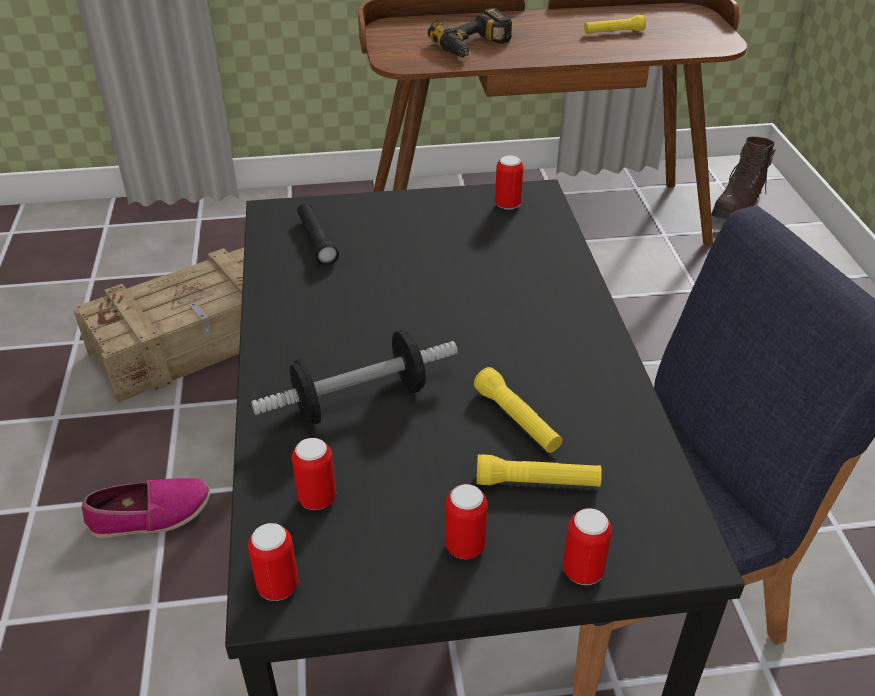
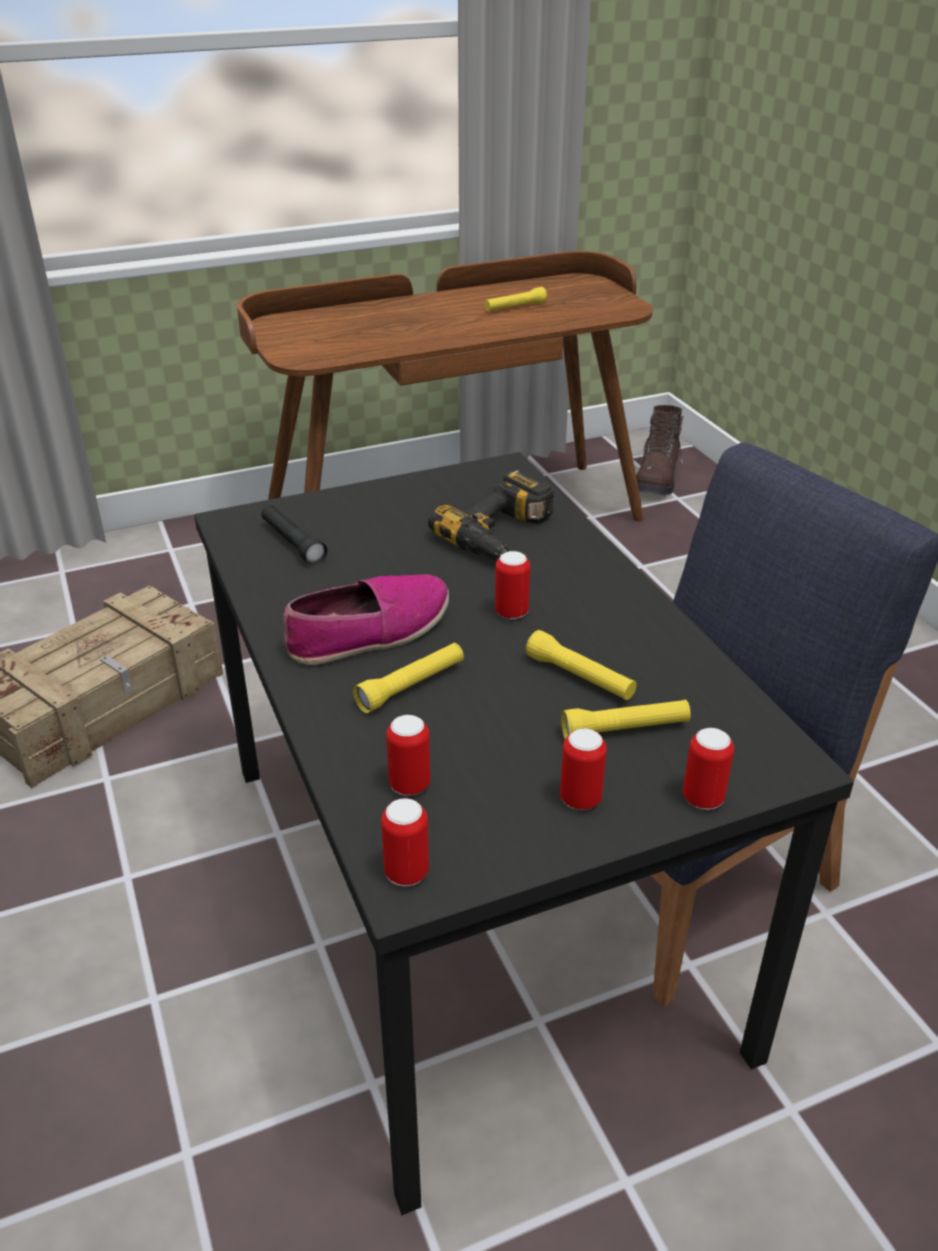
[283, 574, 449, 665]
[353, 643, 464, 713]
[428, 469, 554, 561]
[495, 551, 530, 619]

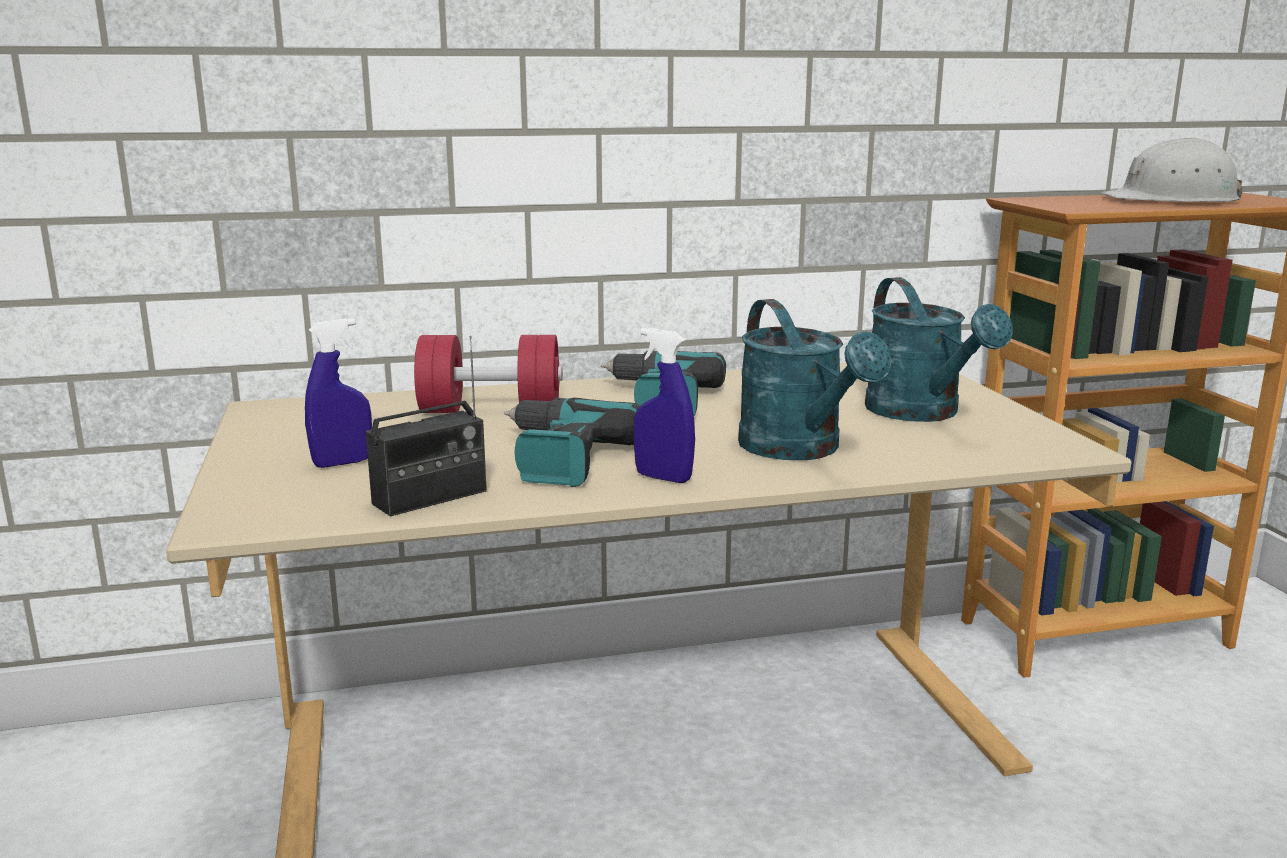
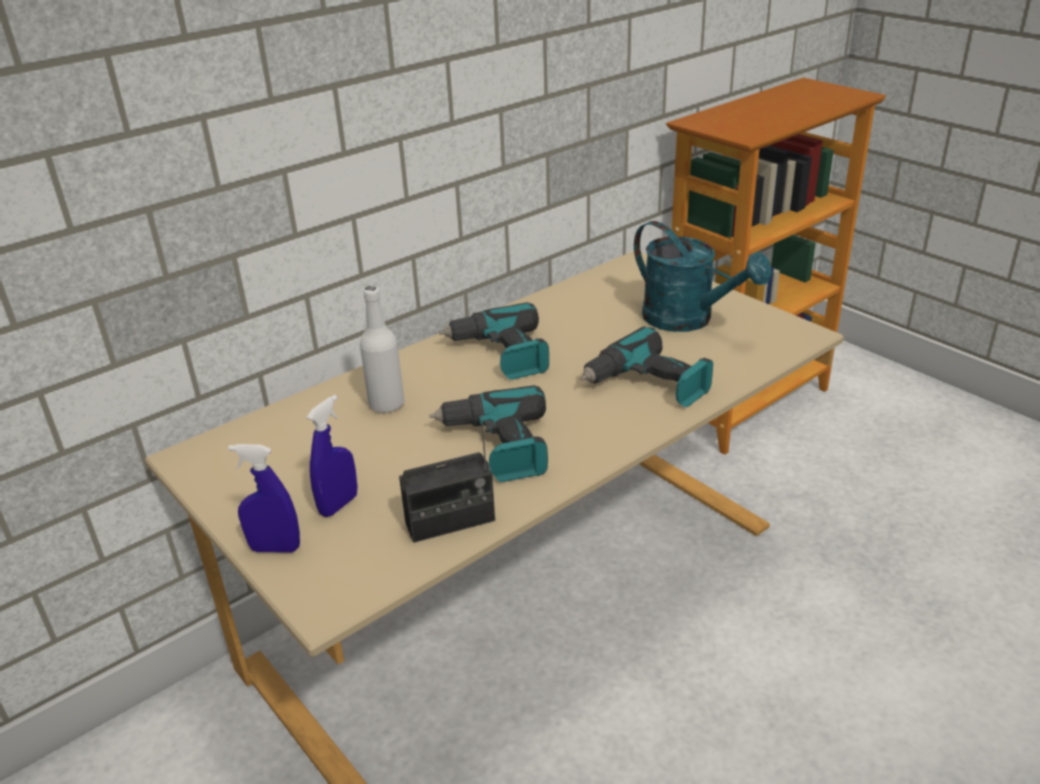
[228, 444, 300, 553]
[360, 286, 404, 413]
[399, 414, 495, 543]
[580, 327, 713, 408]
[1101, 138, 1242, 202] (first image)

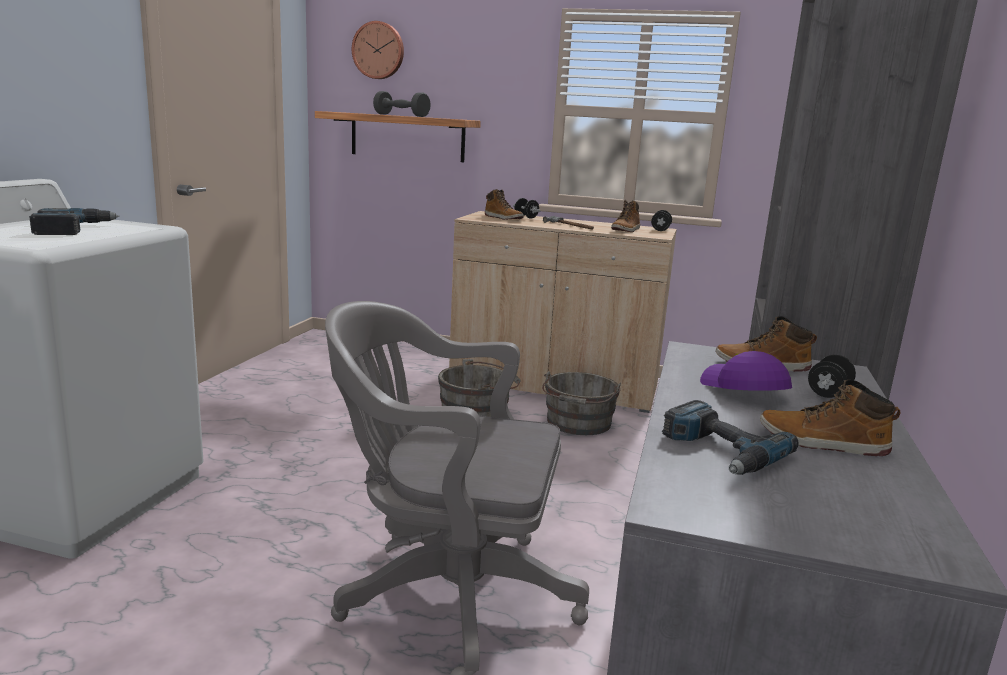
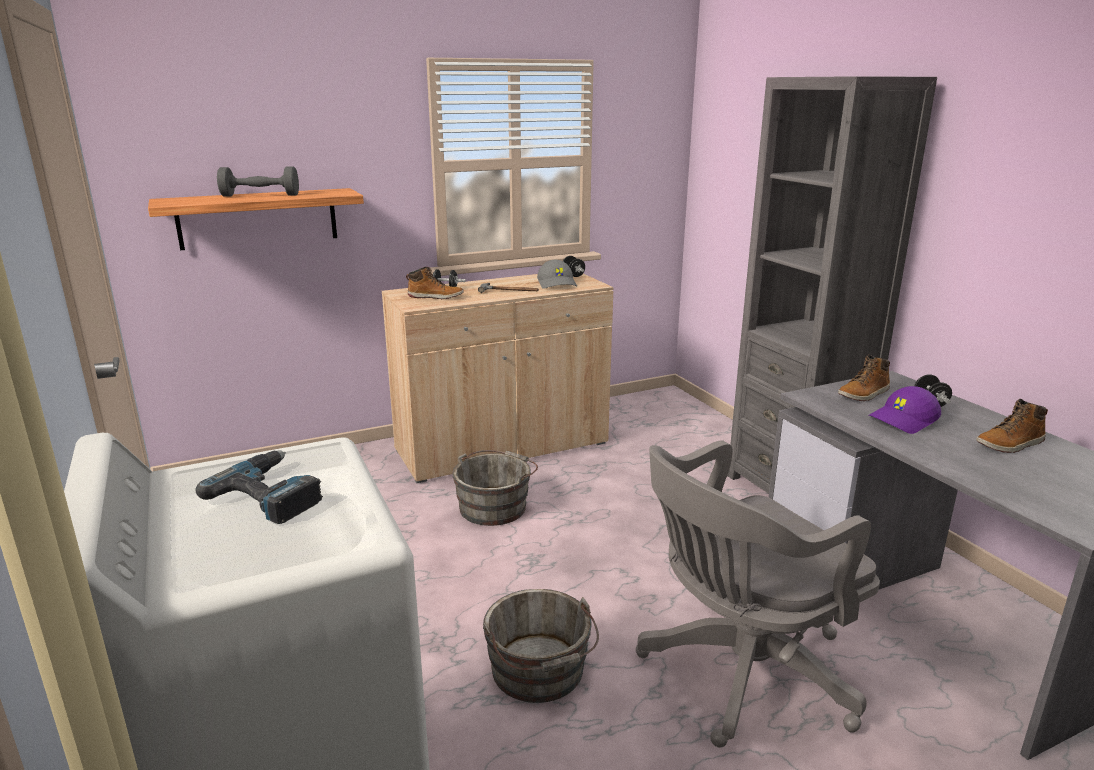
[483, 589, 599, 703]
[537, 260, 577, 289]
[869, 386, 941, 434]
[352, 21, 404, 79] (first image)
[662, 400, 798, 475] (first image)

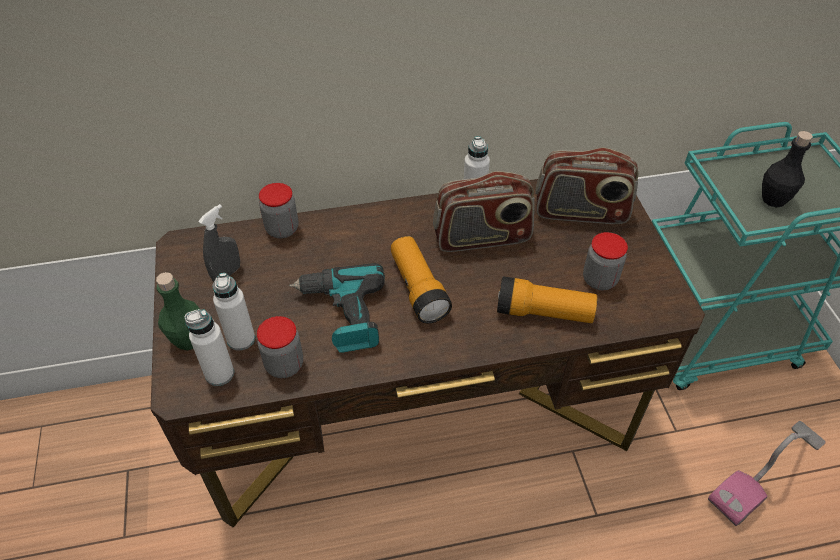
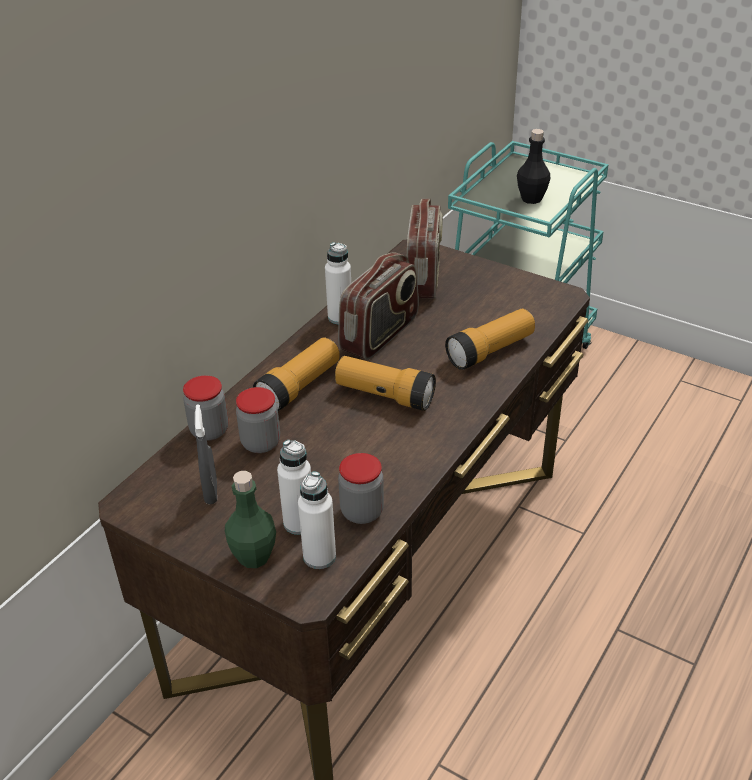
[236, 387, 280, 453]
[253, 337, 340, 412]
[407, 199, 443, 299]
[290, 263, 385, 353] (first image)
[708, 421, 826, 526] (first image)

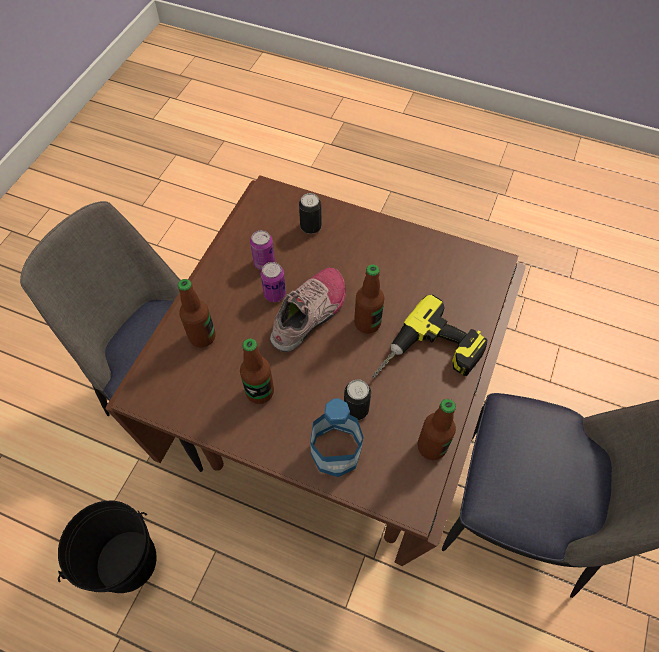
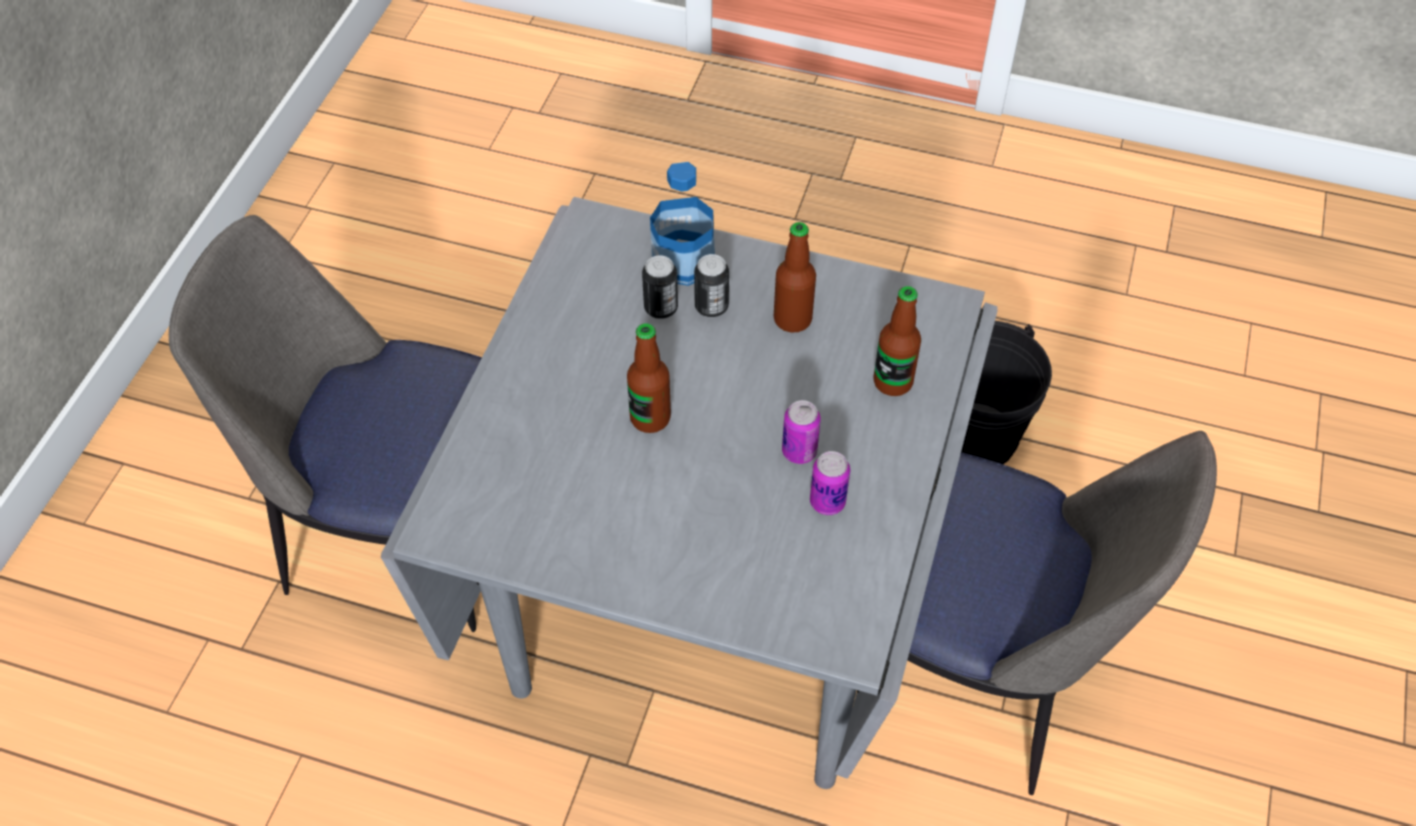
[381, 197, 998, 789]
[694, 254, 729, 318]
[270, 268, 345, 352] (first image)
[372, 295, 488, 378] (first image)
[417, 399, 456, 460] (first image)

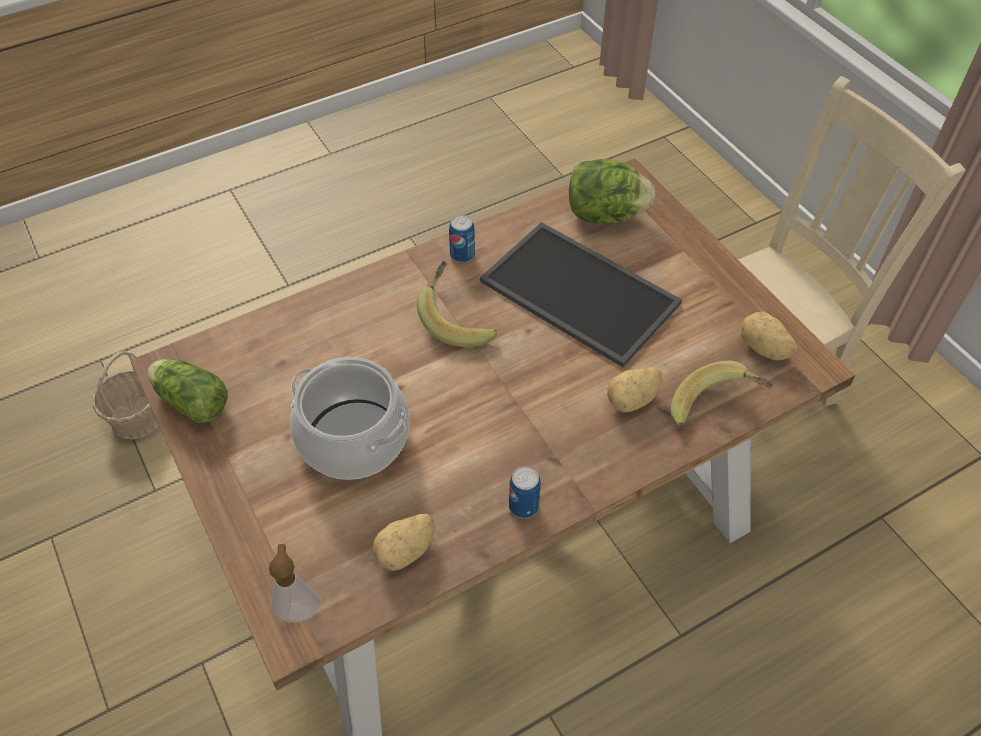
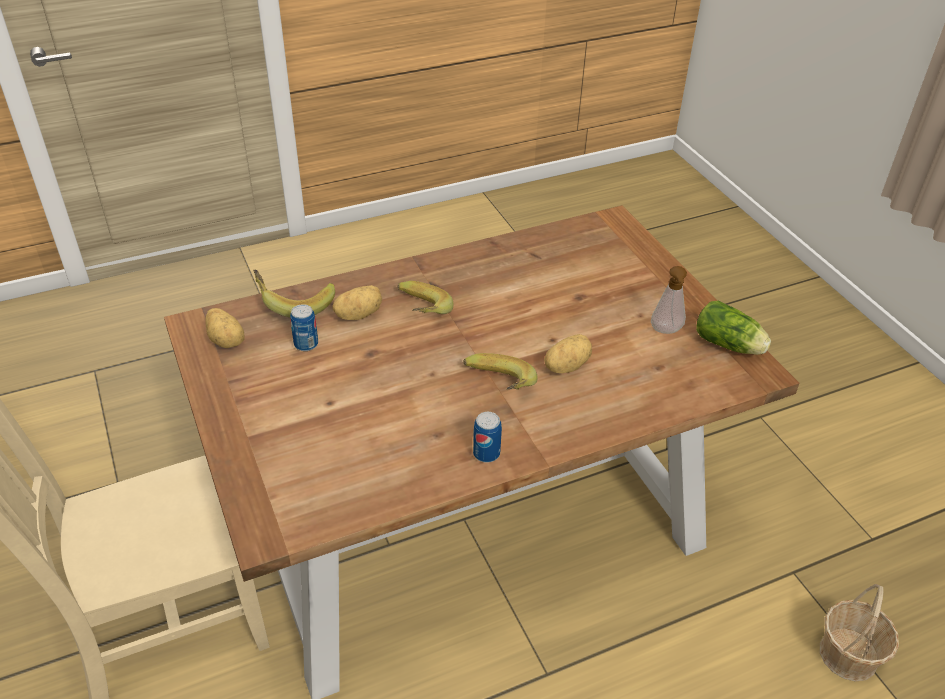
[290, 304, 318, 351]
[397, 281, 453, 314]
[544, 334, 592, 373]
[651, 266, 687, 334]
[290, 357, 410, 480] (first image)
[480, 222, 682, 367] (first image)
[569, 159, 656, 224] (first image)

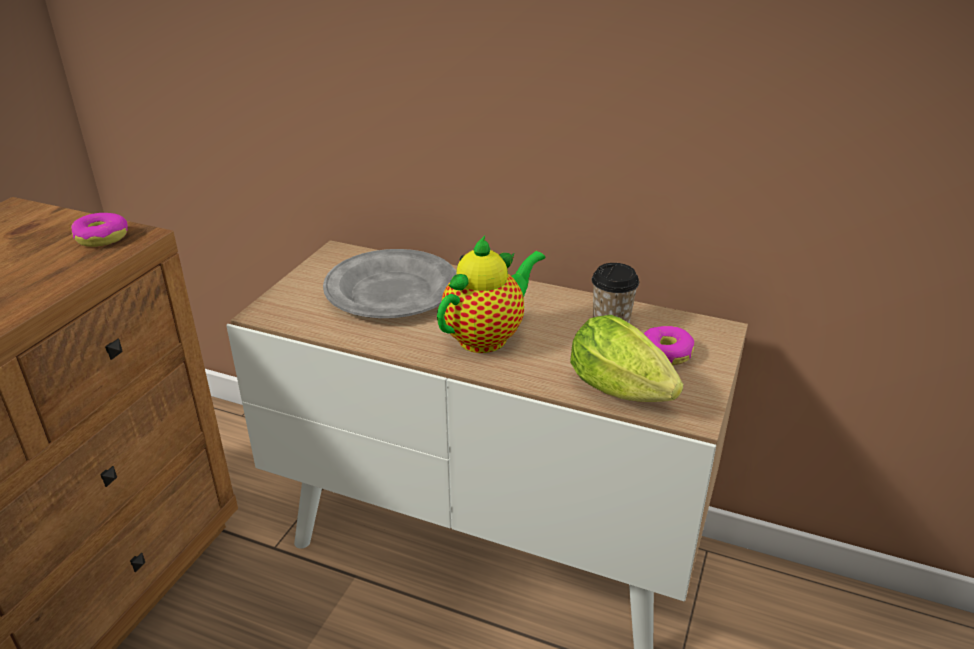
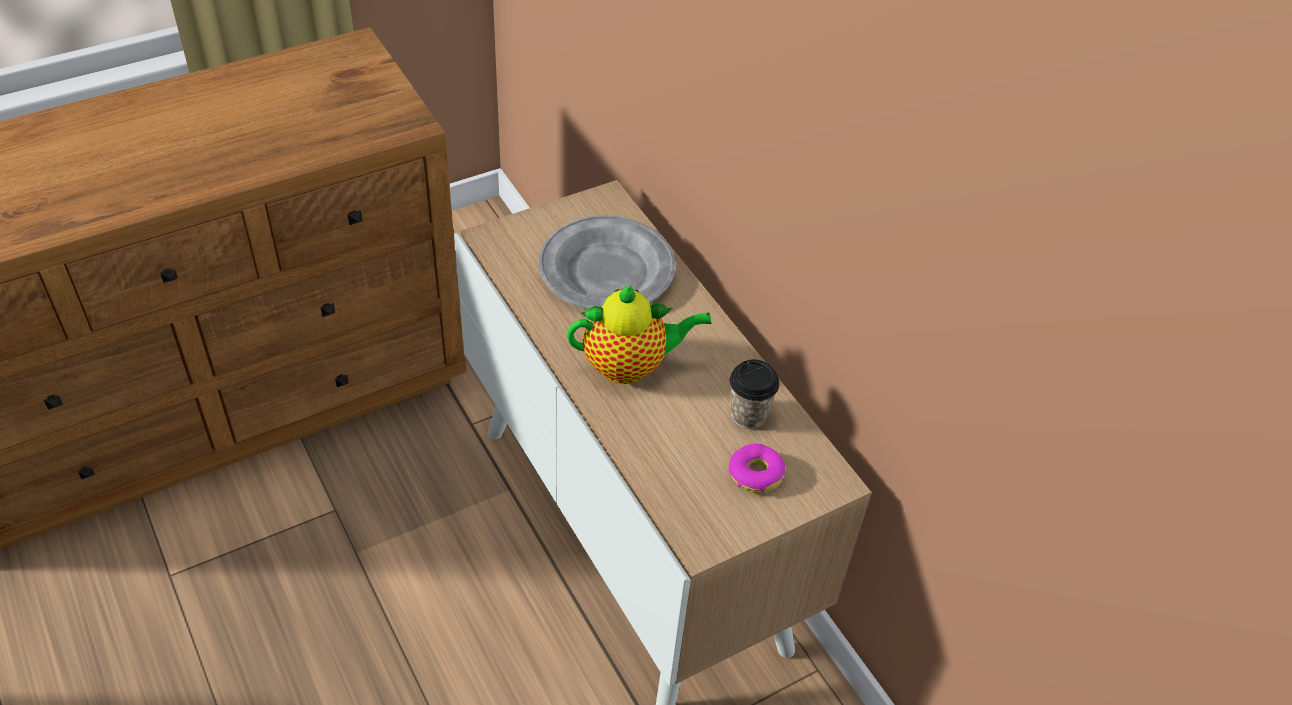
[71, 213, 128, 247] (first image)
[570, 315, 683, 402] (first image)

